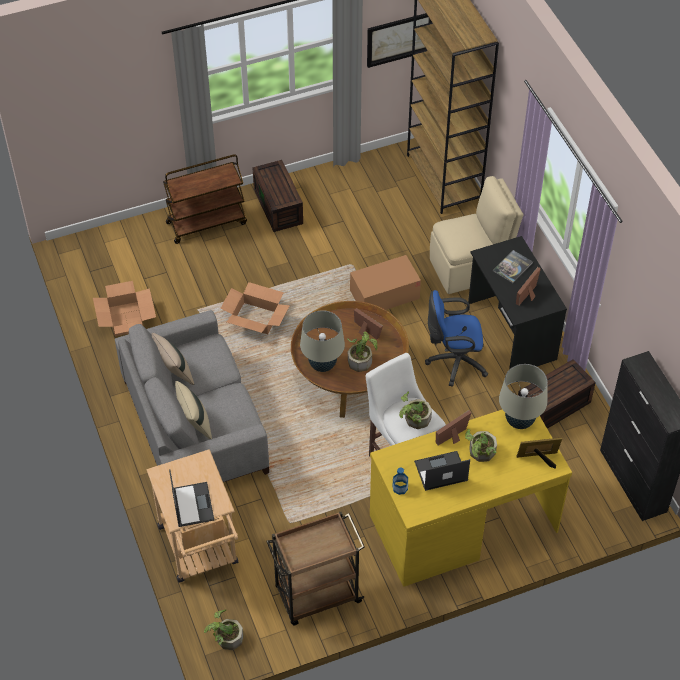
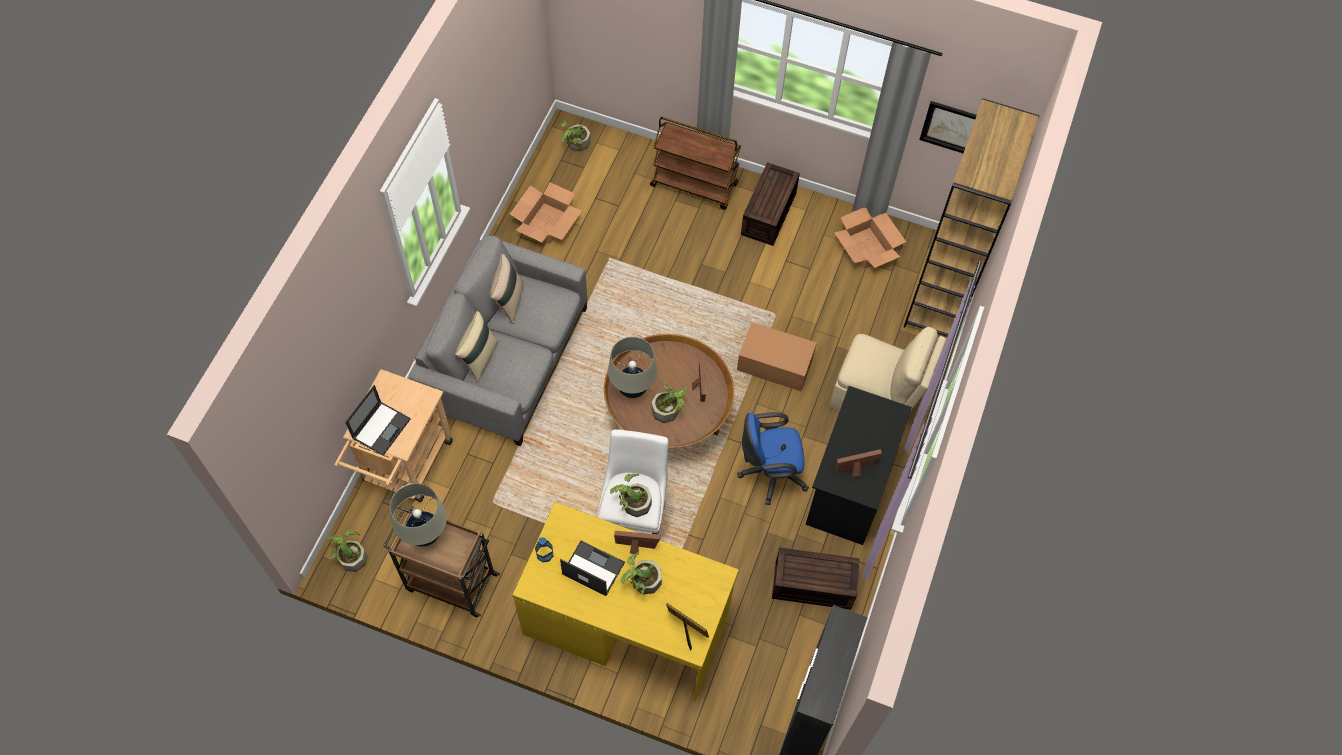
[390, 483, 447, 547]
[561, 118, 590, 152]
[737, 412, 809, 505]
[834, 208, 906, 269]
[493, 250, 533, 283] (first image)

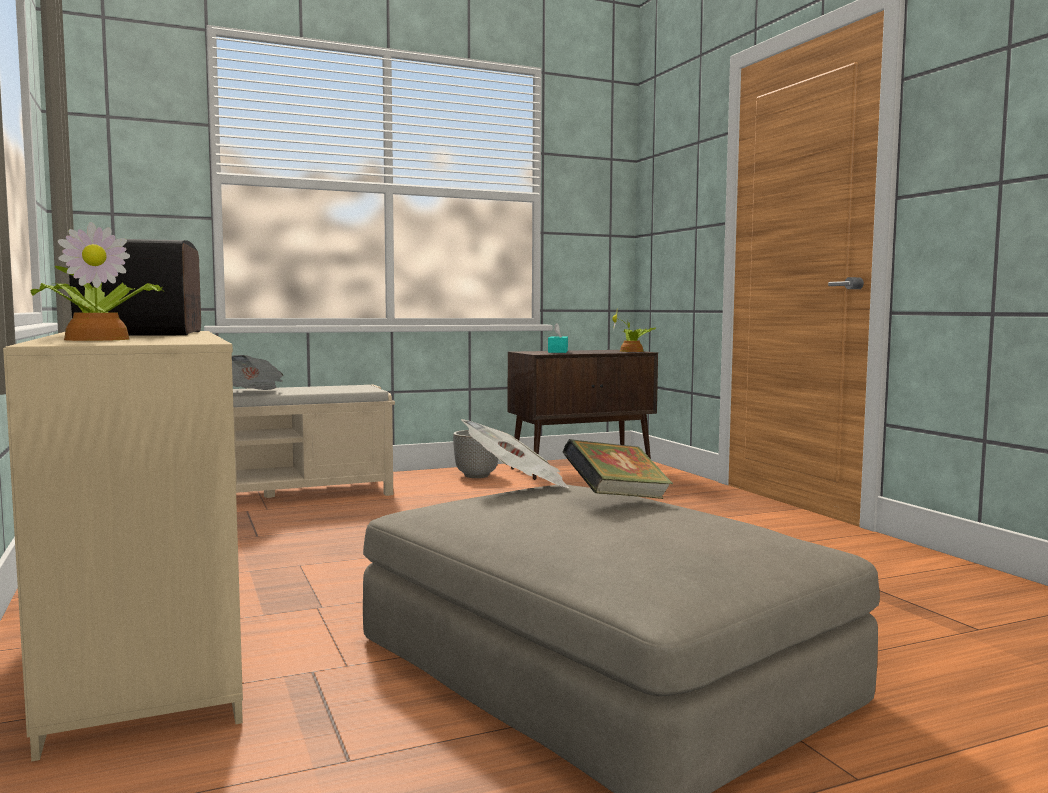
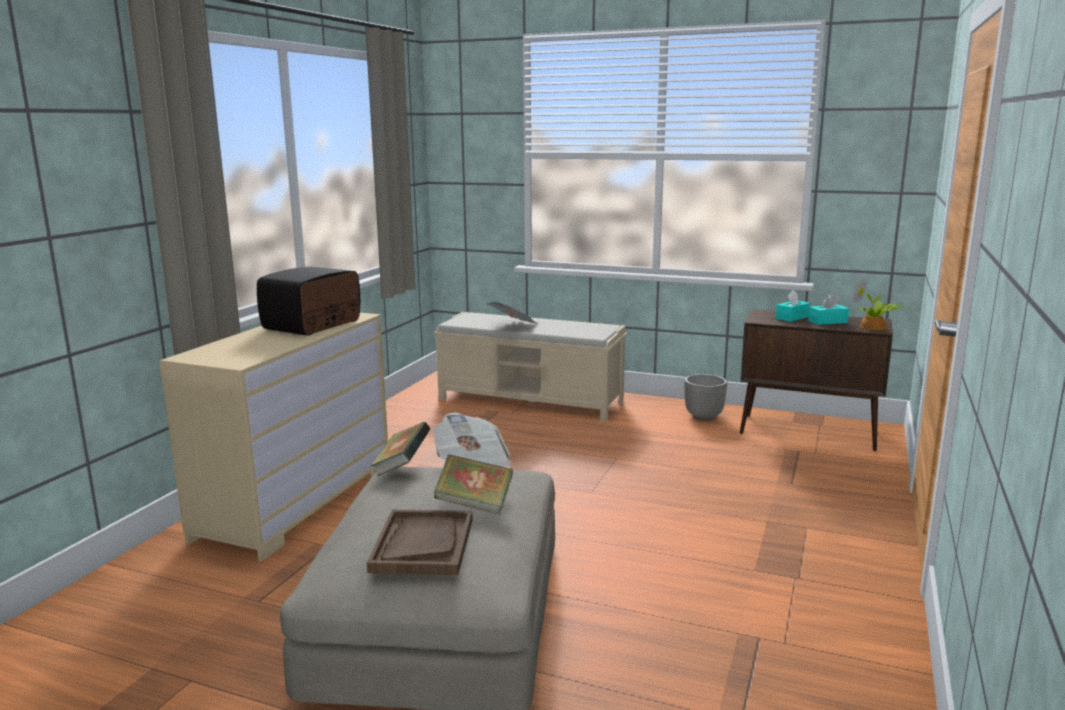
[367, 509, 473, 575]
[370, 422, 431, 476]
[808, 294, 849, 325]
[31, 222, 164, 341] (first image)

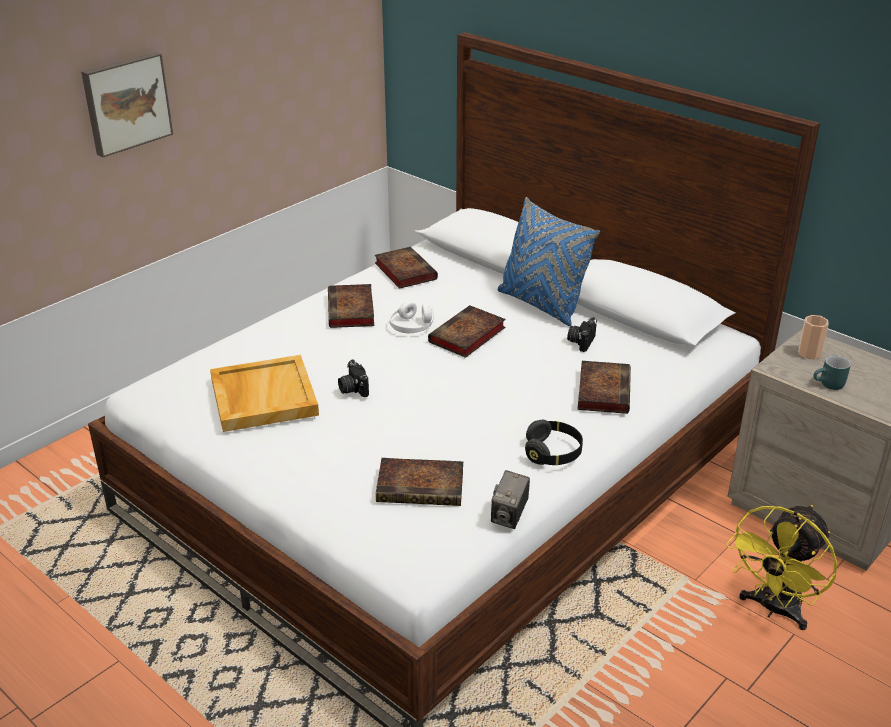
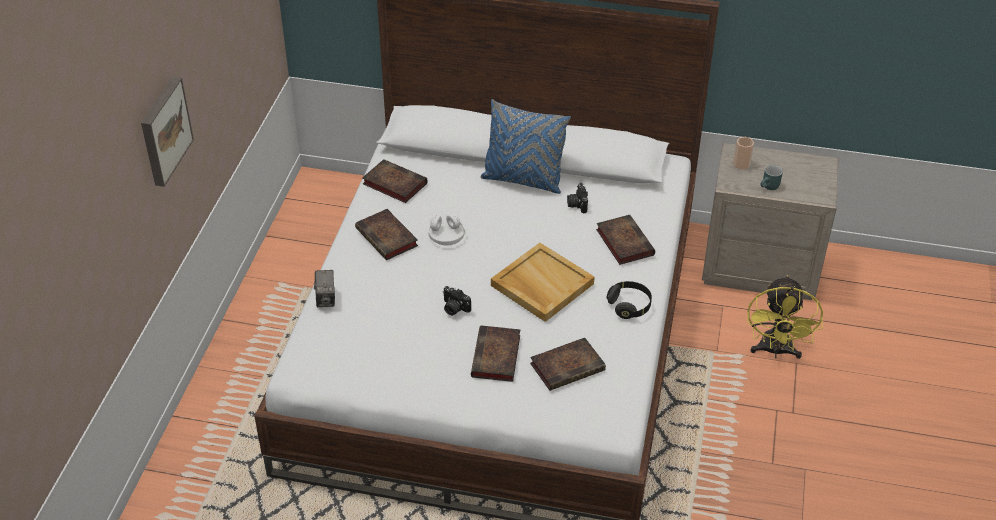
[314, 270, 335, 307]
[471, 325, 521, 382]
[491, 243, 595, 322]

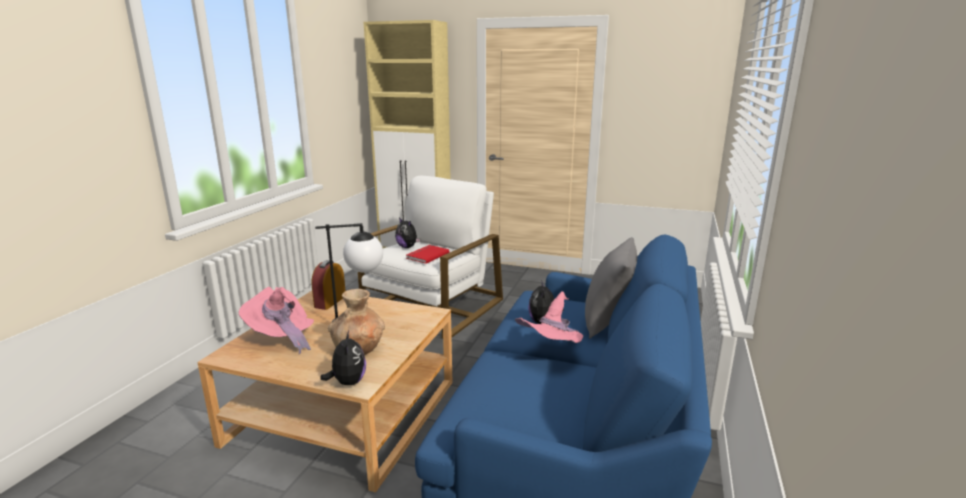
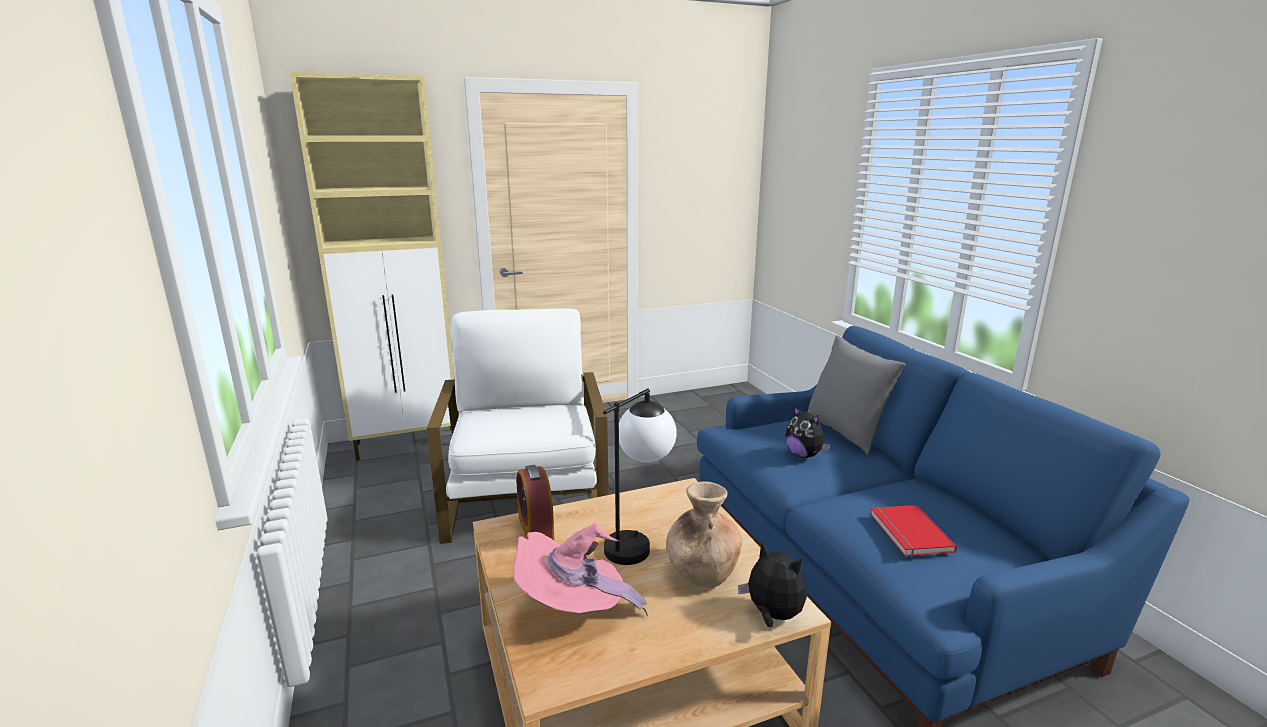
[870, 505, 957, 557]
[395, 218, 420, 248] (first image)
[515, 291, 583, 343] (first image)

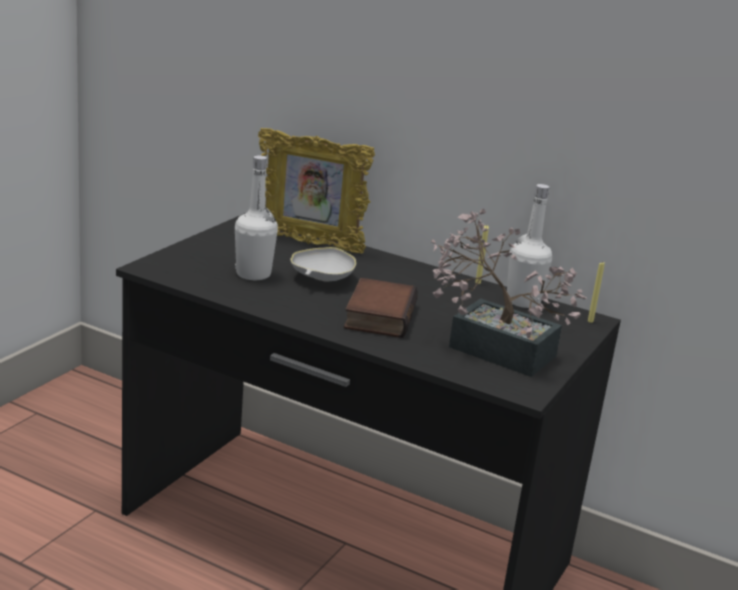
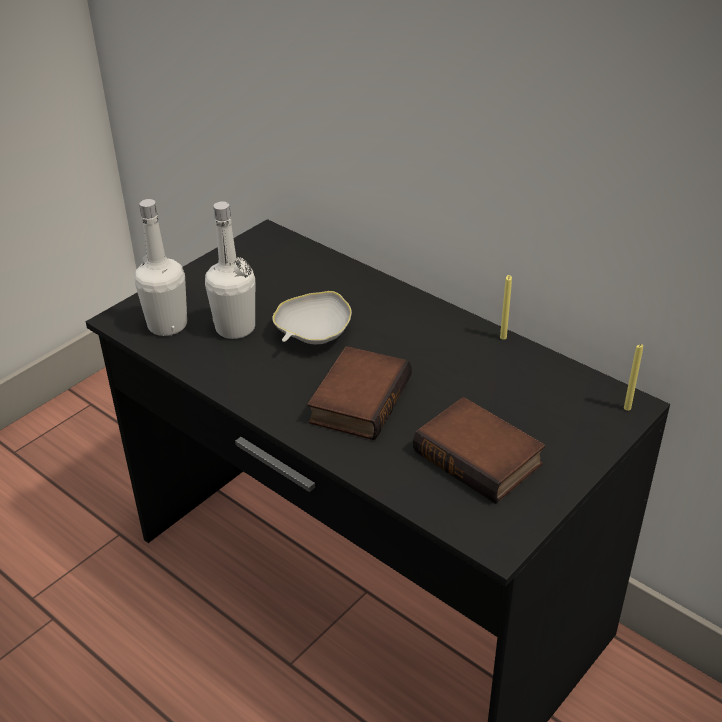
[135, 199, 187, 336]
[413, 397, 545, 504]
[258, 128, 375, 253] (first image)

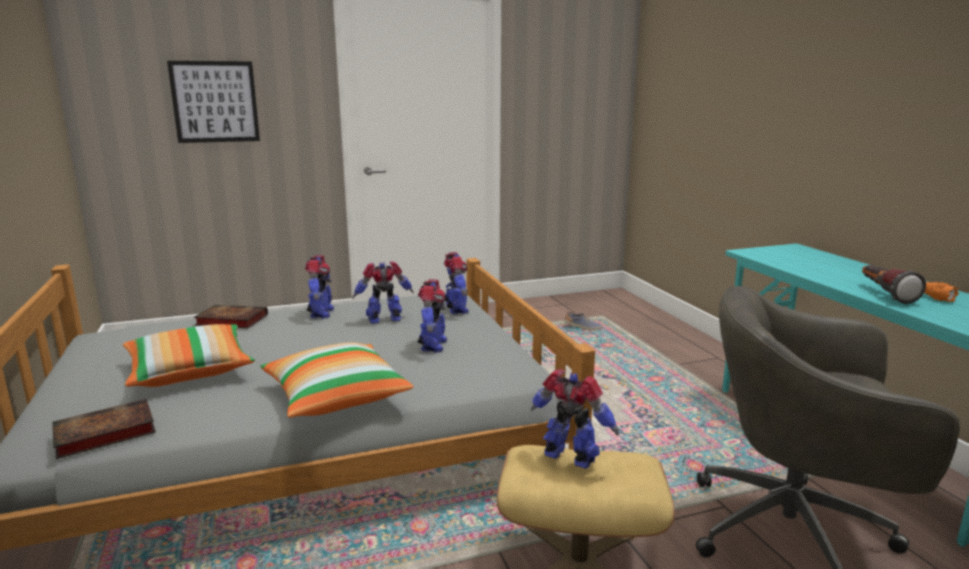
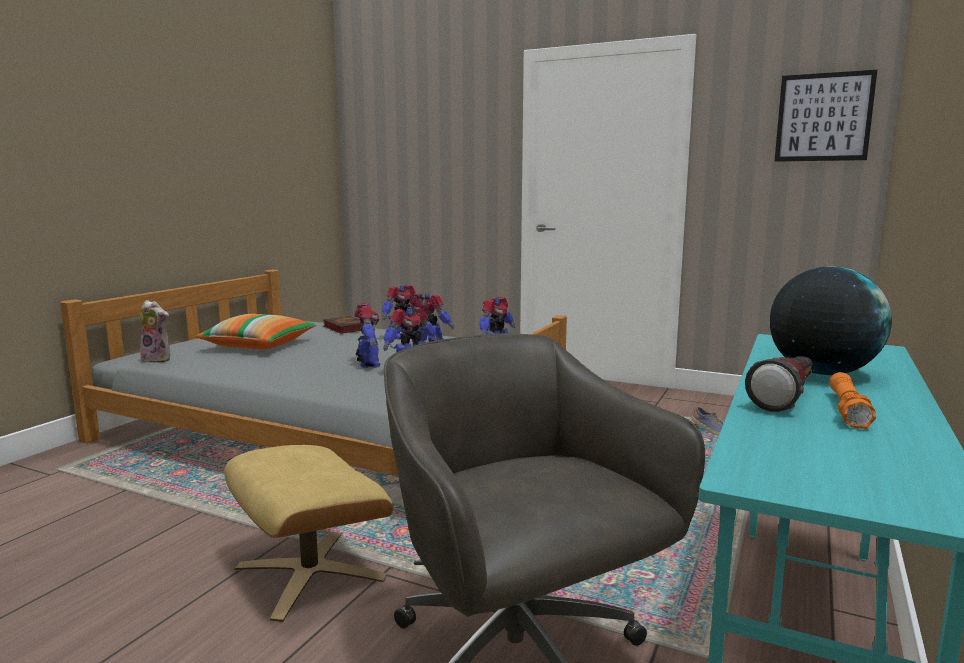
[137, 300, 170, 363]
[354, 303, 381, 368]
[770, 266, 892, 375]
[775, 70, 877, 162]
[260, 342, 414, 417] (first image)

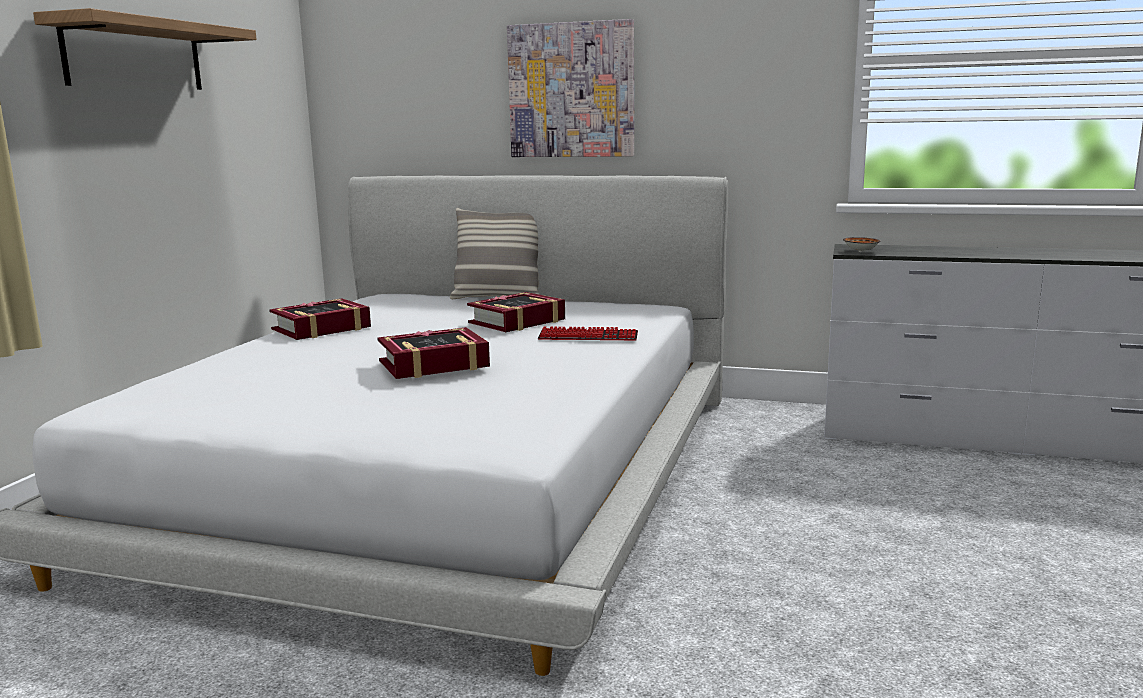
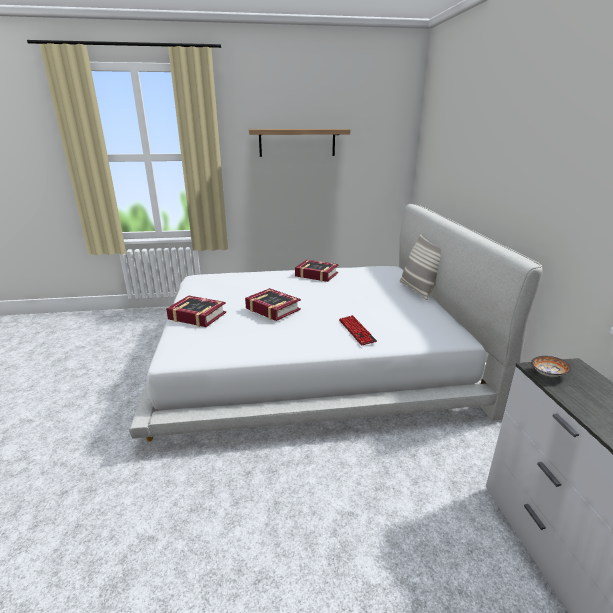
[166, 296, 226, 327]
[507, 19, 634, 157] (first image)

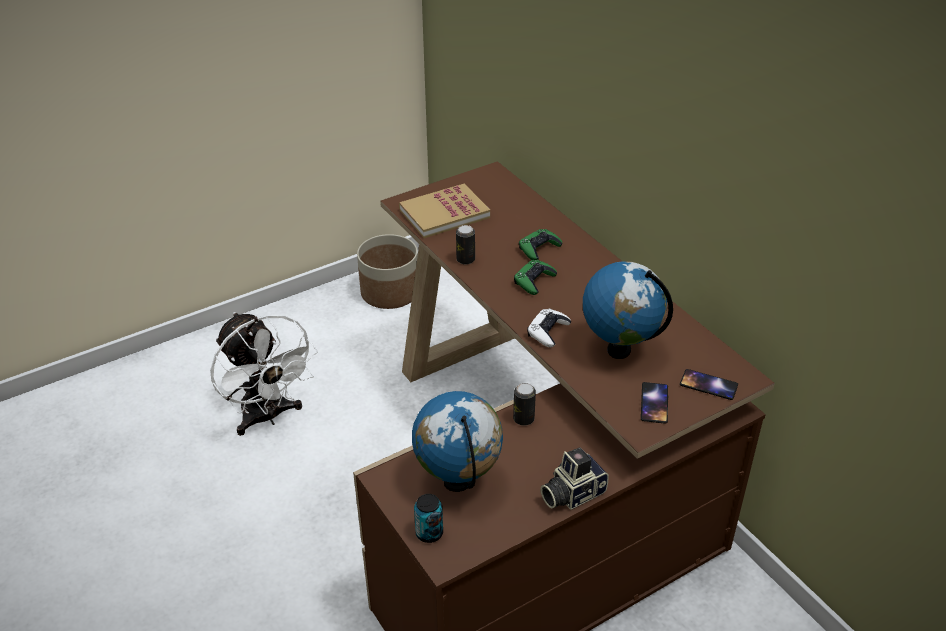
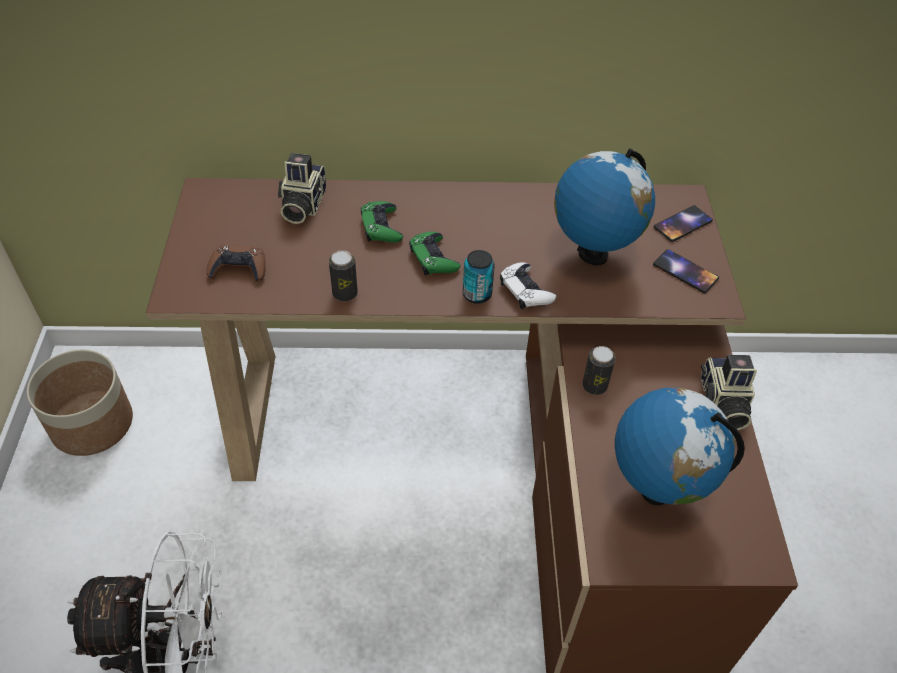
[206, 245, 266, 282]
[278, 153, 326, 224]
[463, 250, 495, 304]

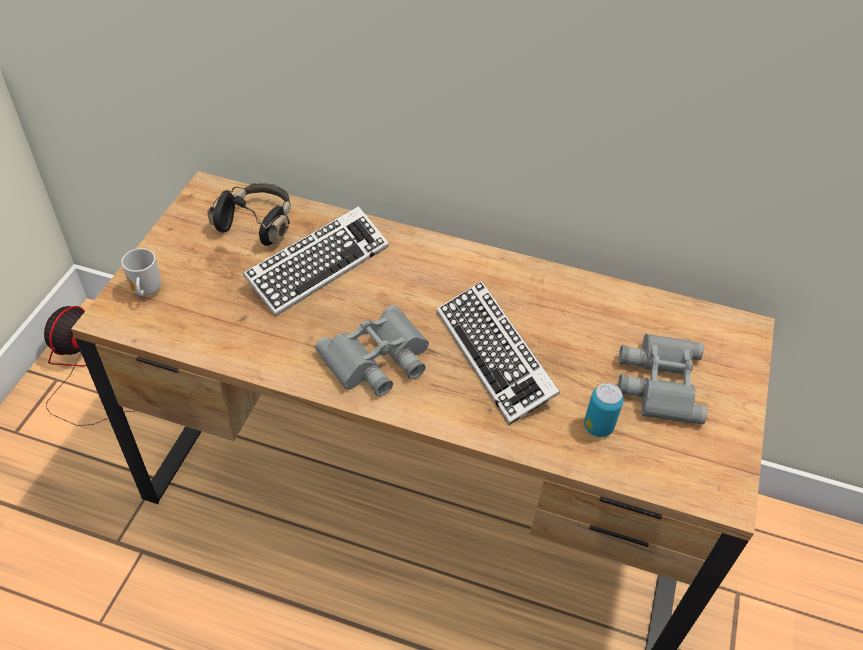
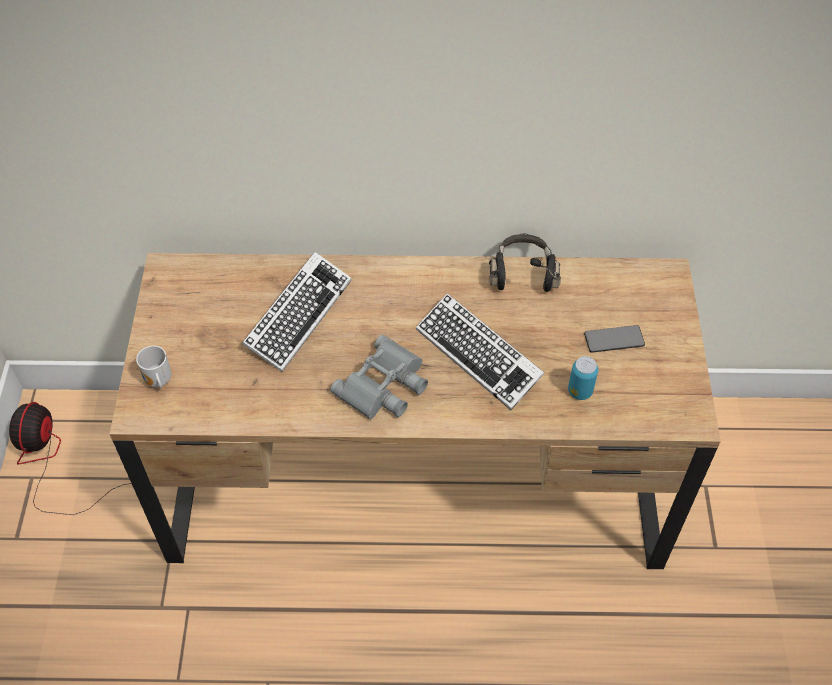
[489, 233, 561, 292]
[584, 325, 645, 353]

